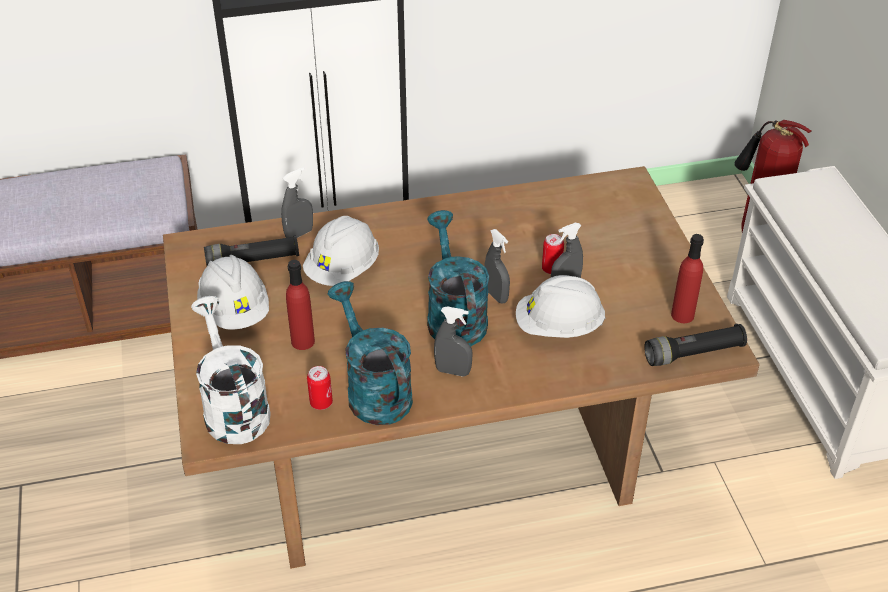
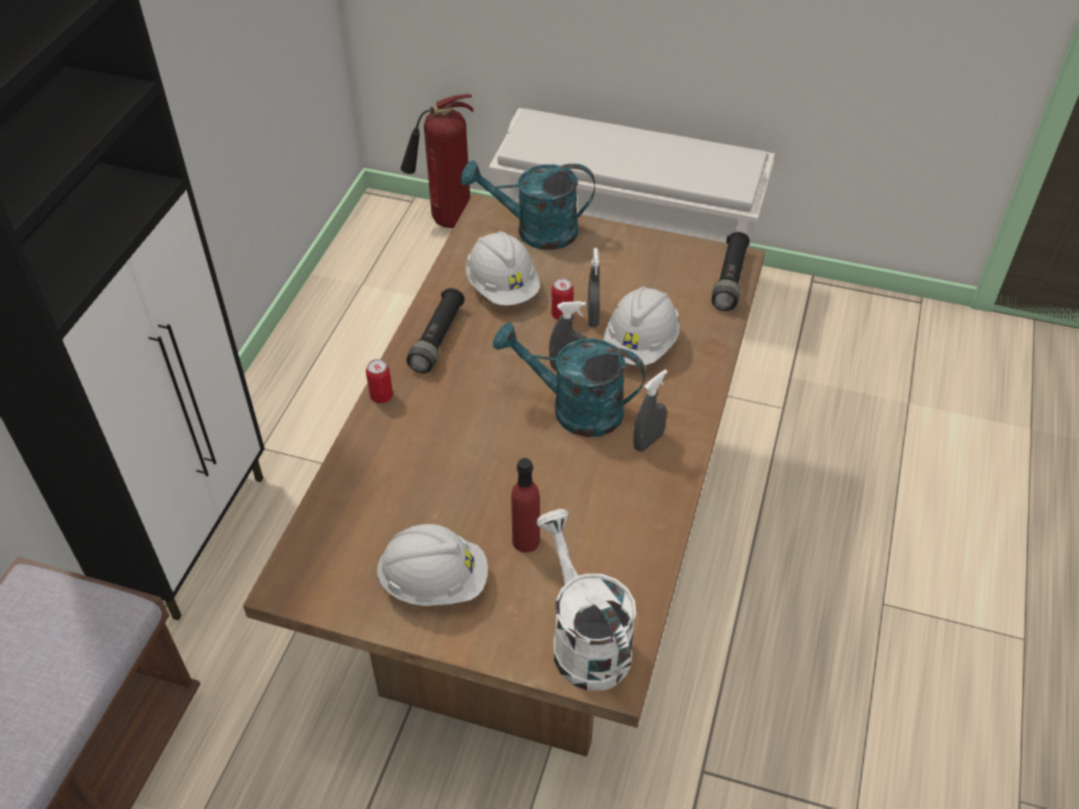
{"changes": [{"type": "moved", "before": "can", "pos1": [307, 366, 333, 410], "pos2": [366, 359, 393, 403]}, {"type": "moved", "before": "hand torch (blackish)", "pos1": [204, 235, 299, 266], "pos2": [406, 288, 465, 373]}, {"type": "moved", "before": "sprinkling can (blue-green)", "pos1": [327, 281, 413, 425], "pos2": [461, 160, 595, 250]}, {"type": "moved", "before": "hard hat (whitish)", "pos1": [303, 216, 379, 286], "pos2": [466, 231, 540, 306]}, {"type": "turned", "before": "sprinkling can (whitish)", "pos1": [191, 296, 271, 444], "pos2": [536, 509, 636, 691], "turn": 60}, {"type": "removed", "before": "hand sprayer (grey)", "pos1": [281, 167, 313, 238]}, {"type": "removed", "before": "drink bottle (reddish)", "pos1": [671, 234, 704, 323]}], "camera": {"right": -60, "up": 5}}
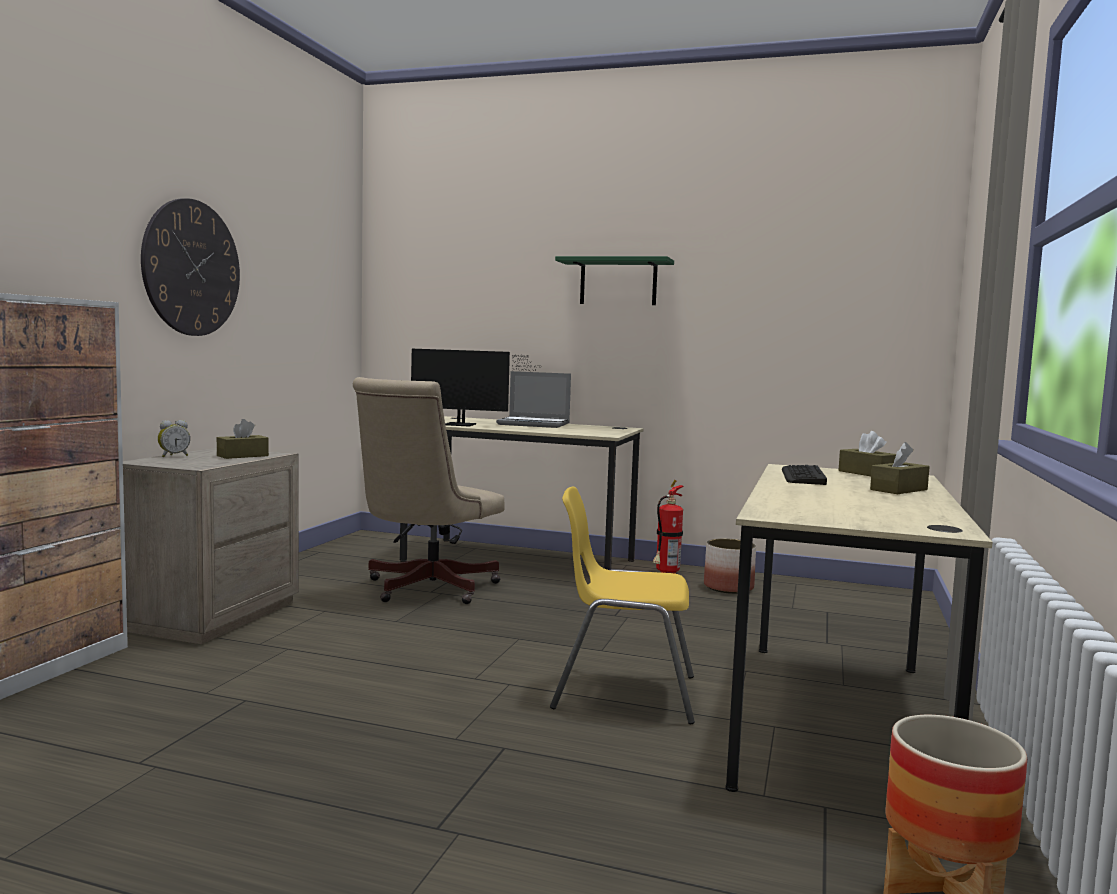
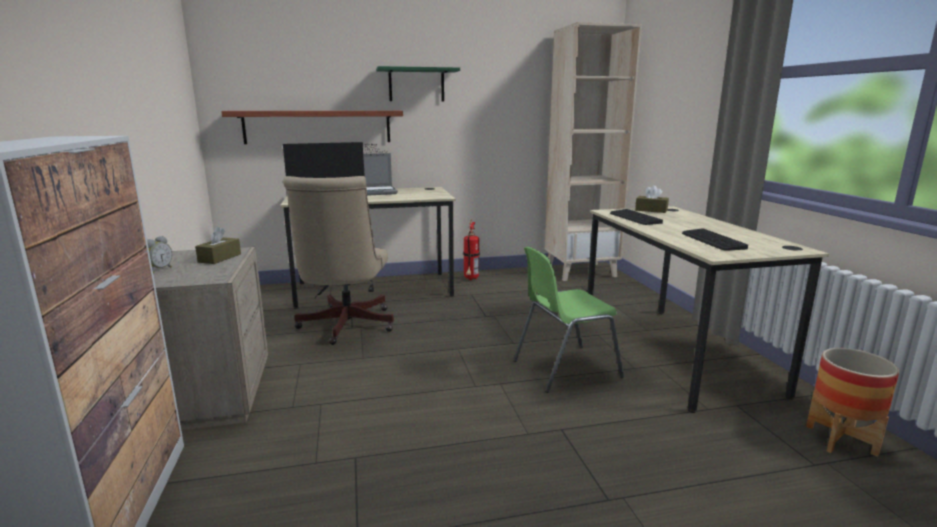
{"changes": [{"type": "added", "after": "shelf", "pos2": [221, 111, 403, 144]}, {"type": "recoloured", "before": "chair (yellowish)", "after": "chair (green-coloured)", "pos1": [550, 487, 695, 724], "pos2": [513, 247, 624, 393]}, {"type": "added", "after": "bookcase (beige)", "pos2": [545, 22, 642, 281]}, {"type": "added", "after": "PC keyboard", "pos2": [682, 228, 748, 251]}, {"type": "removed", "before": "hanging clock", "pos1": [141, 198, 240, 336]}, {"type": "removed", "before": "plant pot", "pos1": [704, 539, 756, 594]}, {"type": "removed", "before": "box of tissues (brownish)", "pos1": [870, 442, 930, 494]}], "camera": {"right": -30, "up": 10}}
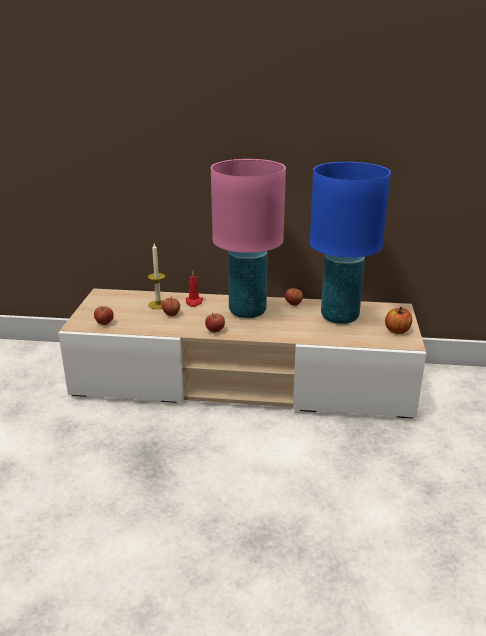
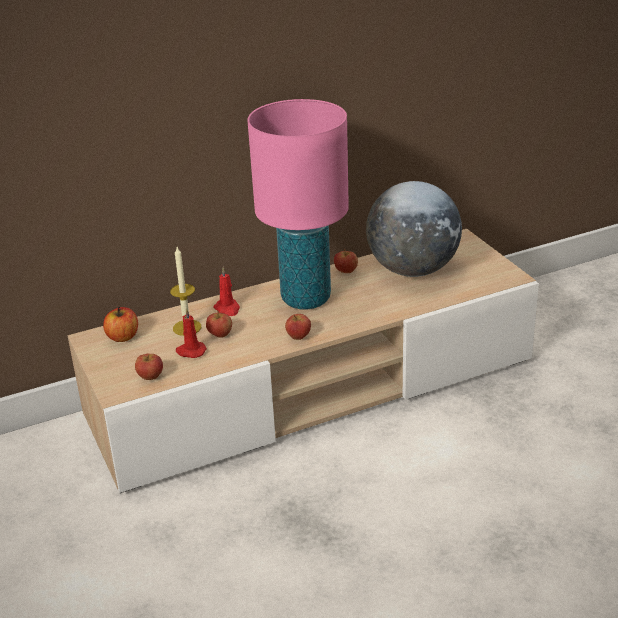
{"changes": [{"type": "moved", "before": "whole apple", "pos1": [385, 307, 412, 334], "pos2": [103, 307, 138, 342]}, {"type": "added", "after": "wax light (reddish)", "pos2": [176, 308, 207, 358]}, {"type": "replaced", "before": "tabletop lamp (bluish)", "after": "world globe", "pos1": [310, 162, 391, 324], "pos2": [366, 181, 462, 277]}], "camera": {"right": -30, "up": 5}}
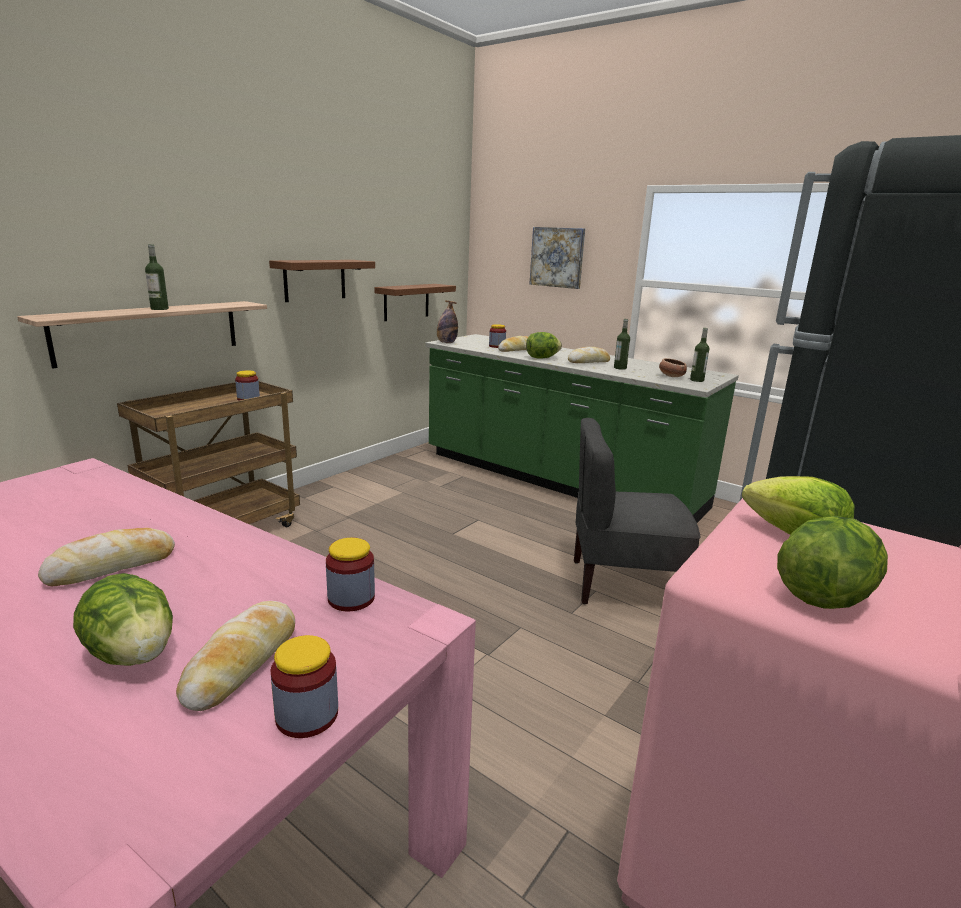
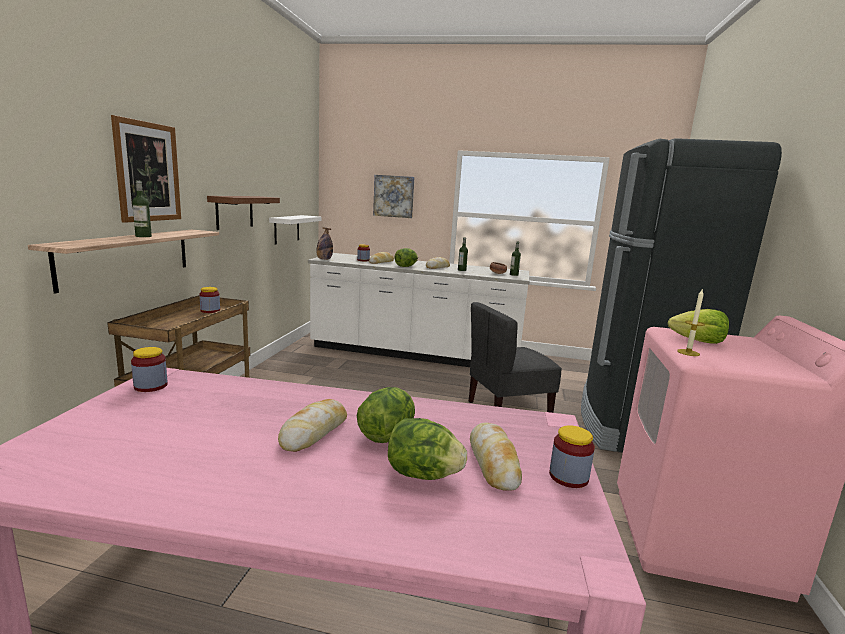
{"changes": [{"type": "added", "after": "wall art", "pos2": [111, 115, 181, 223]}, {"type": "moved", "before": "storage jar", "pos1": [326, 538, 375, 611], "pos2": [131, 347, 168, 392]}, {"type": "recoloured", "before": "shelf (brownish)", "after": "shelf (whitish)", "pos1": [374, 284, 456, 321], "pos2": [269, 215, 321, 245]}, {"type": "recoloured", "before": "kitchen counter (green-coloured)", "after": "kitchen counter (whitish)", "pos1": [425, 334, 739, 523], "pos2": [308, 253, 529, 367]}, {"type": "moved", "before": "lettuce head", "pos1": [777, 516, 888, 609], "pos2": [357, 387, 415, 443]}, {"type": "added", "after": "wax light", "pos2": [677, 290, 705, 356]}], "camera": {"right": -25, "up": -5}}
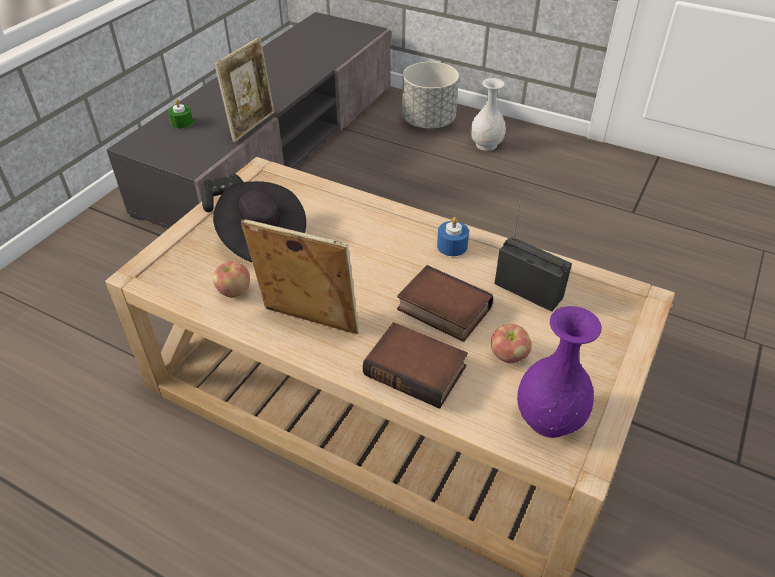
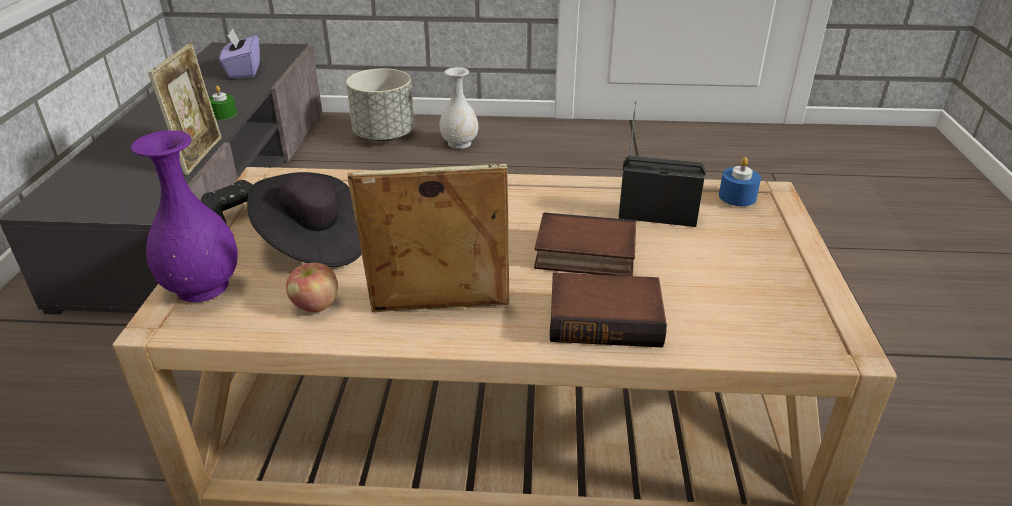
{"changes": [{"type": "moved", "before": "decorative vase (purple-coloured)", "pos1": [517, 306, 602, 438], "pos2": [131, 131, 238, 302]}, {"type": "moved", "before": "wax light (green-coloured)", "pos1": [168, 99, 193, 129], "pos2": [209, 85, 237, 120]}, {"type": "added", "after": "box of tissues (purple-coloured)", "pos2": [219, 28, 260, 78]}, {"type": "moved", "before": "wax light (bluish)", "pos1": [437, 217, 469, 256], "pos2": [719, 157, 761, 206]}, {"type": "removed", "before": "whole apple", "pos1": [491, 324, 532, 363]}], "camera": {"right": -25, "up": -10}}
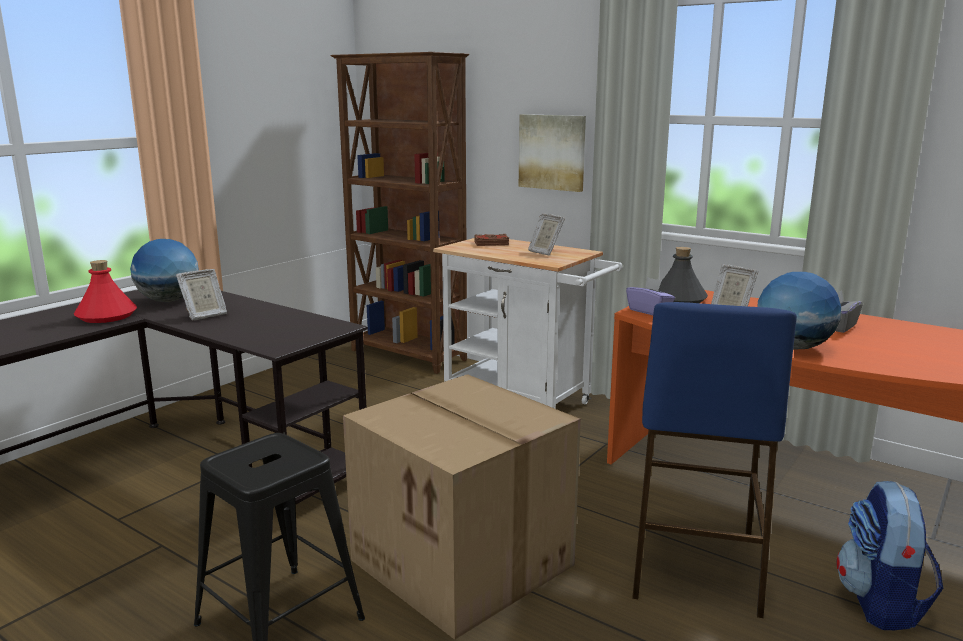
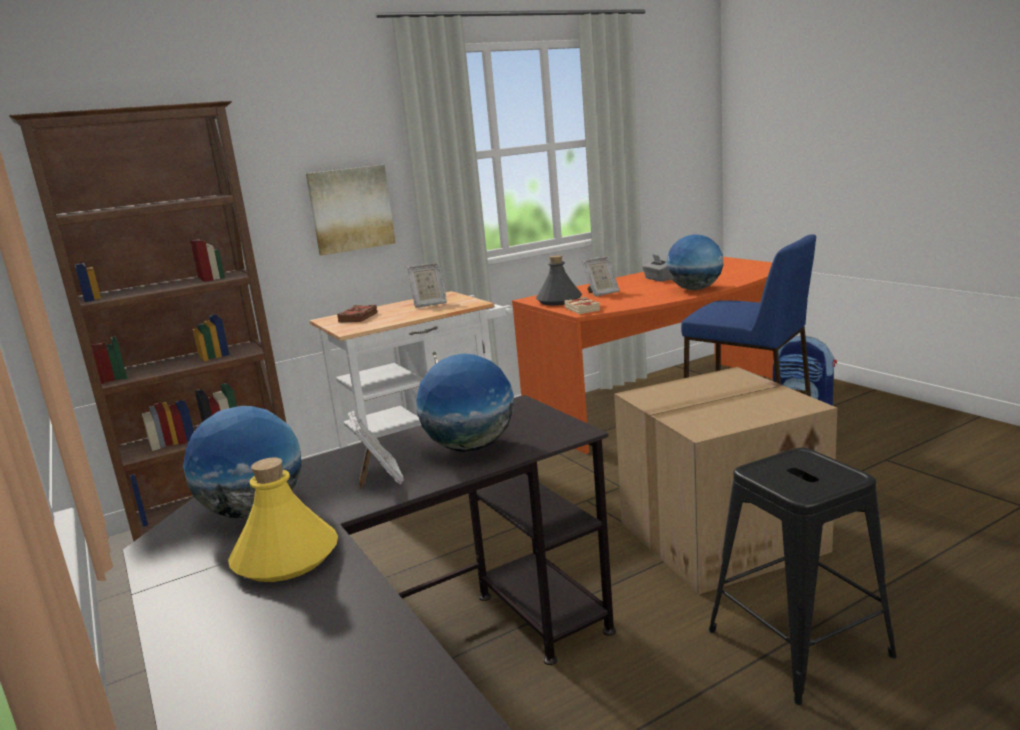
{"changes": [{"type": "recoloured", "before": "drink bottle (reddish)", "after": "drink bottle (yellowish)", "pos1": [74, 260, 137, 323], "pos2": [228, 458, 338, 582]}, {"type": "added", "after": "world globe", "pos2": [416, 353, 514, 452]}, {"type": "replaced", "before": "box of tissues (purple-coloured)", "after": "volume (beige)", "pos1": [626, 277, 675, 316], "pos2": [565, 297, 600, 314]}], "camera": {"right": -65, "up": 0}}
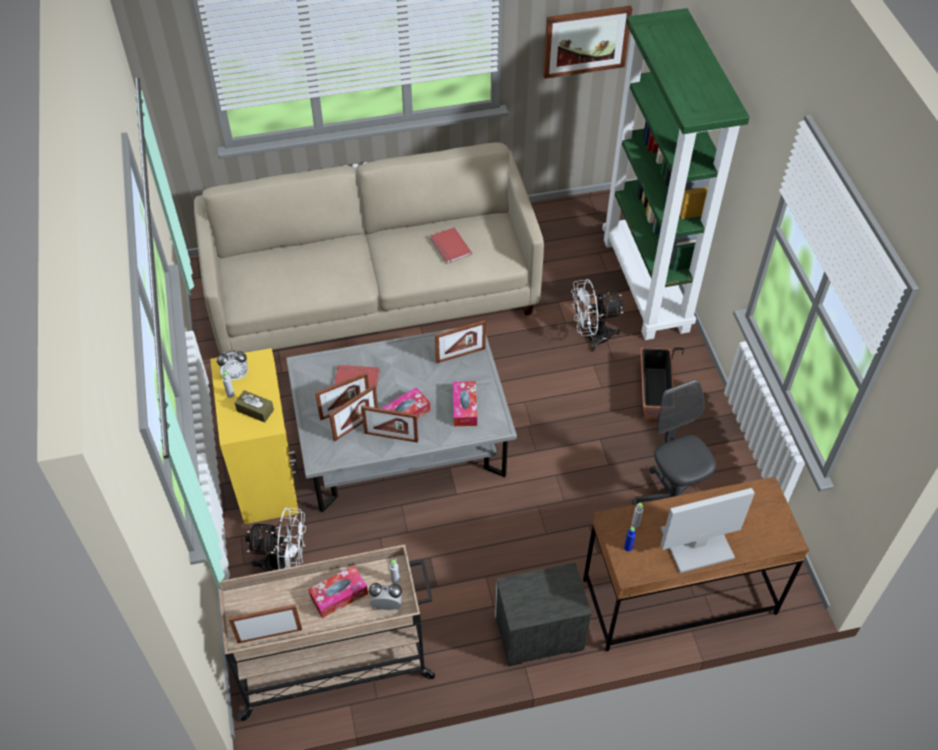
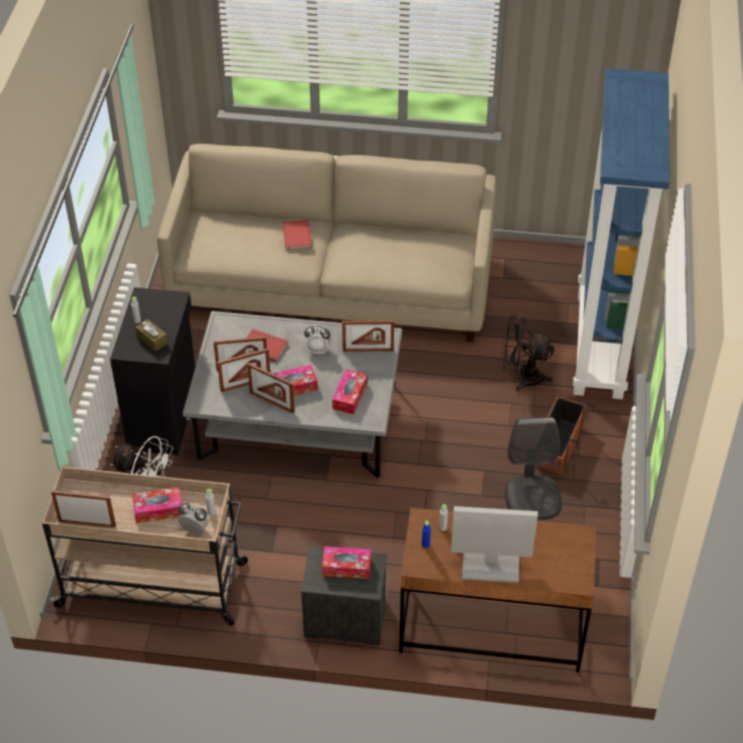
{"changes": [{"type": "recoloured", "before": "cupboard (yellowish)", "after": "cupboard (blackish)", "pos1": [210, 348, 299, 524], "pos2": [110, 287, 195, 455]}, {"type": "moved", "before": "volume (reddish)", "pos1": [430, 227, 472, 264], "pos2": [282, 220, 312, 250]}, {"type": "moved", "before": "bedside clock", "pos1": [217, 351, 248, 380], "pos2": [304, 326, 331, 354]}, {"type": "added", "after": "box of tissues", "pos2": [322, 546, 371, 579]}, {"type": "recoloured", "before": "cooling fan (whitish)", "after": "cooling fan (blackish)", "pos1": [571, 279, 624, 352], "pos2": [503, 315, 555, 392]}, {"type": "recoloured", "before": "bookcase (green-coloured)", "after": "bookcase (bluish)", "pos1": [602, 8, 750, 340], "pos2": [573, 68, 670, 399]}, {"type": "removed", "before": "wall art", "pos1": [543, 5, 633, 79]}], "camera": {"right": 20, "up": -5}}
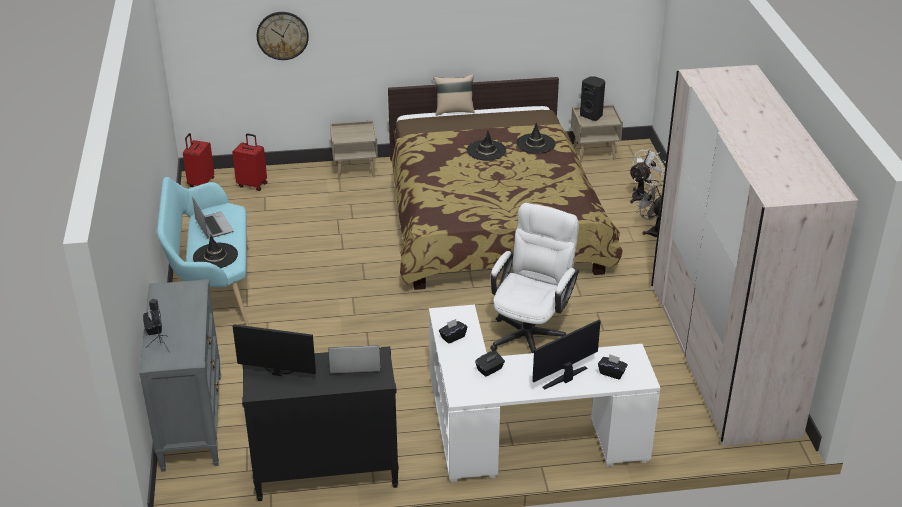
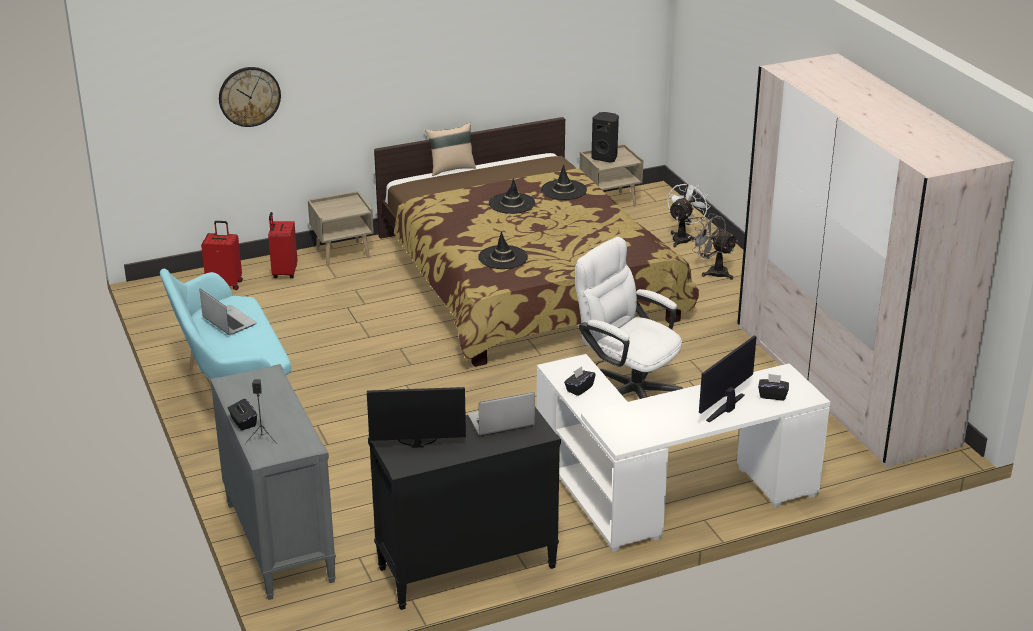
{"changes": [{"type": "moved", "before": "suitcase (reddish)", "pos1": [183, 133, 214, 187], "pos2": [268, 212, 298, 278]}, {"type": "moved", "before": "clothing hat (blackish)", "pos1": [193, 235, 238, 268], "pos2": [478, 231, 528, 269]}, {"type": "turned", "before": "desk chair (whitish)", "pos1": [490, 203, 579, 353], "pos2": [575, 237, 683, 399], "turn": -60}, {"type": "removed", "before": "box of tissues (blackish)", "pos1": [475, 350, 505, 377]}], "camera": {"right": -15, "up": -5}}
